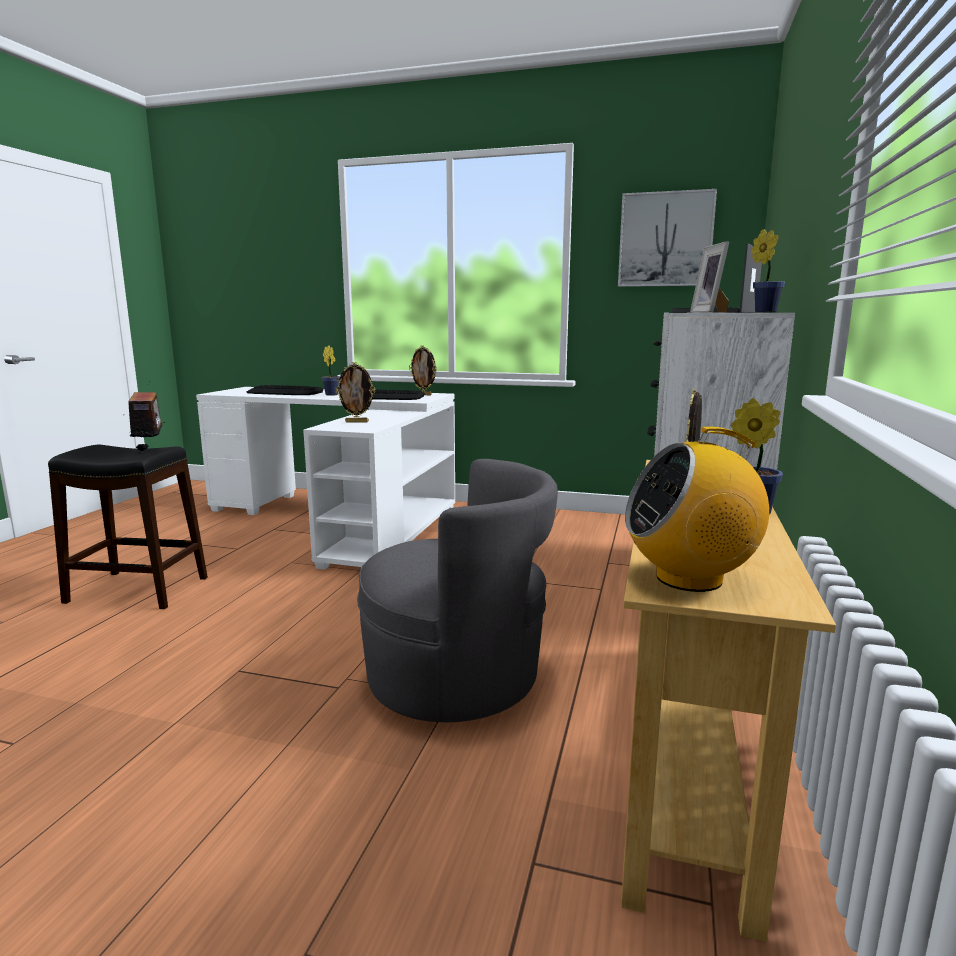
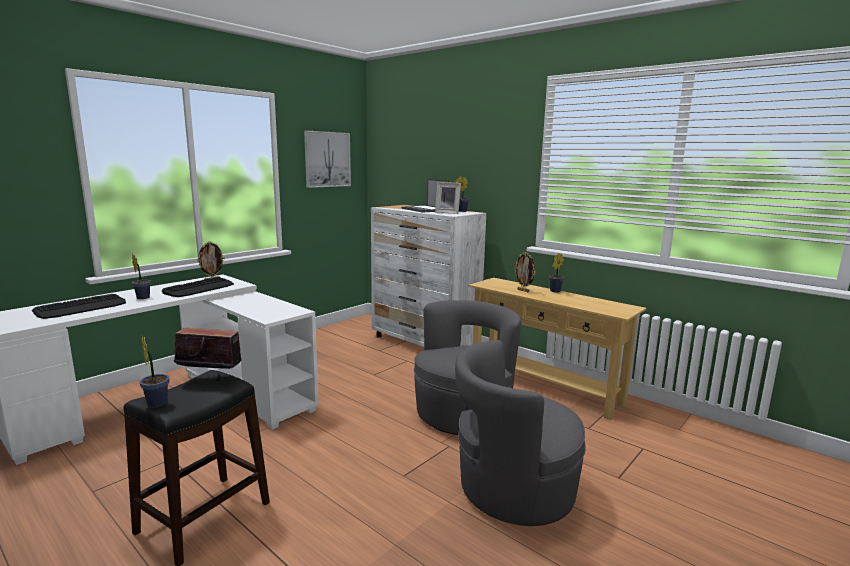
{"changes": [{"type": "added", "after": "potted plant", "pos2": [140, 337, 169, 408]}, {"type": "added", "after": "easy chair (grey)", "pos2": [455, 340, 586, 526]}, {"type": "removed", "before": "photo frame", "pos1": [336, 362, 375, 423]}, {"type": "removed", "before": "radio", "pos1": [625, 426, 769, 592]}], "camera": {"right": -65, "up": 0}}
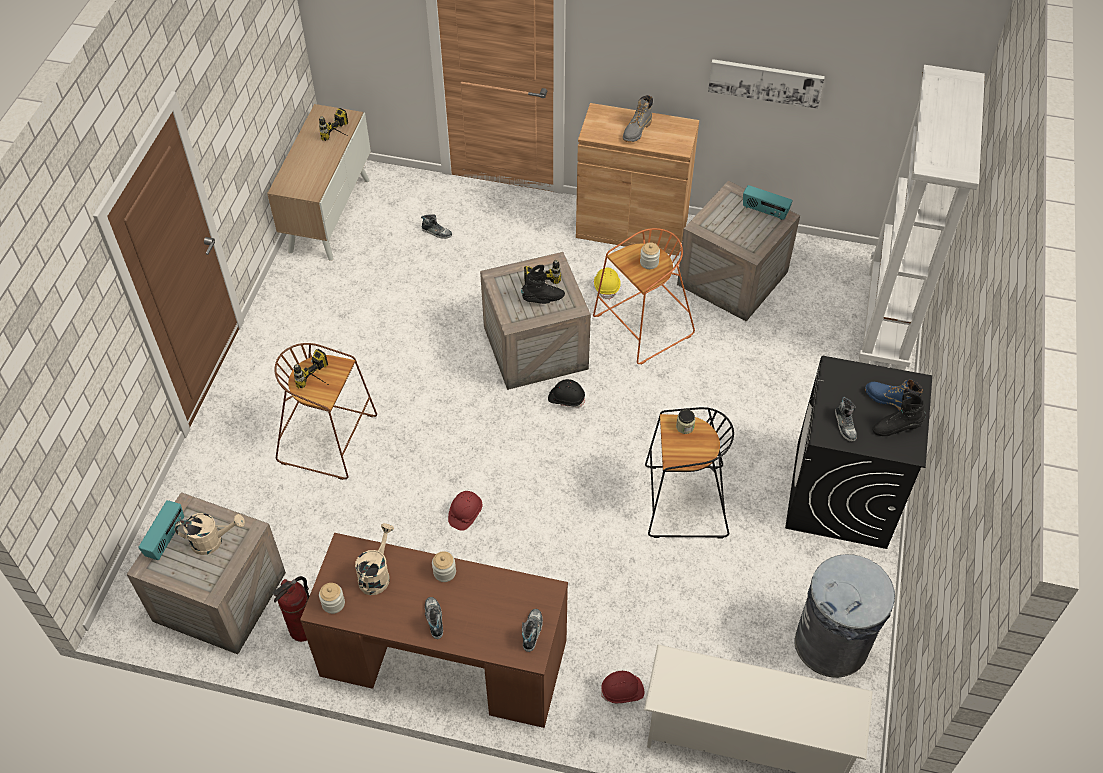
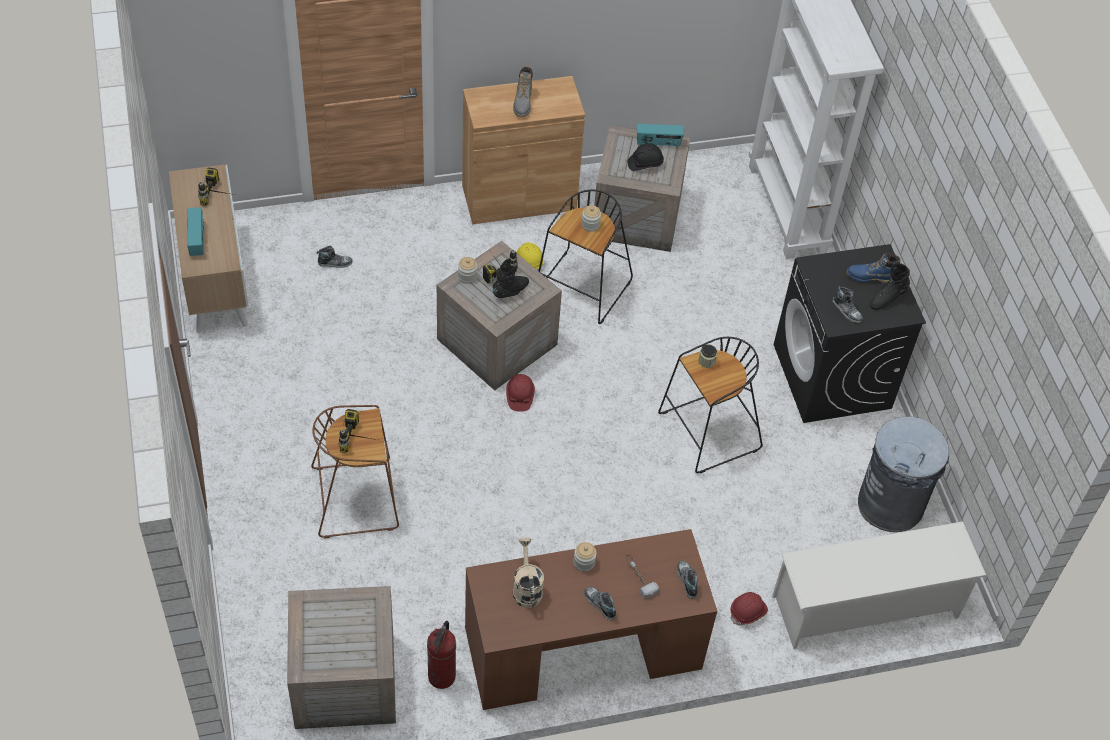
{"changes": [{"type": "moved", "before": "radio", "pos1": [138, 500, 184, 560], "pos2": [187, 207, 204, 256]}, {"type": "moved", "before": "storage jar", "pos1": [319, 583, 345, 614], "pos2": [458, 257, 477, 284]}, {"type": "moved", "before": "hard hat (reddish)", "pos1": [448, 491, 482, 531], "pos2": [506, 374, 535, 412]}, {"type": "recoloured", "before": "stool (orangey)", "after": "stool (blackish)", "pos1": [593, 228, 695, 364], "pos2": [539, 190, 633, 324]}, {"type": "added", "after": "hammer", "pos2": [626, 555, 659, 599]}, {"type": "moved", "before": "hard hat (blackish)", "pos1": [548, 379, 585, 407], "pos2": [628, 143, 664, 171]}, {"type": "removed", "before": "sprinkling can (beige)", "pos1": [175, 513, 245, 555]}, {"type": "removed", "before": "wall art", "pos1": [708, 59, 825, 109]}], "camera": {"right": -30, "up": 0}}
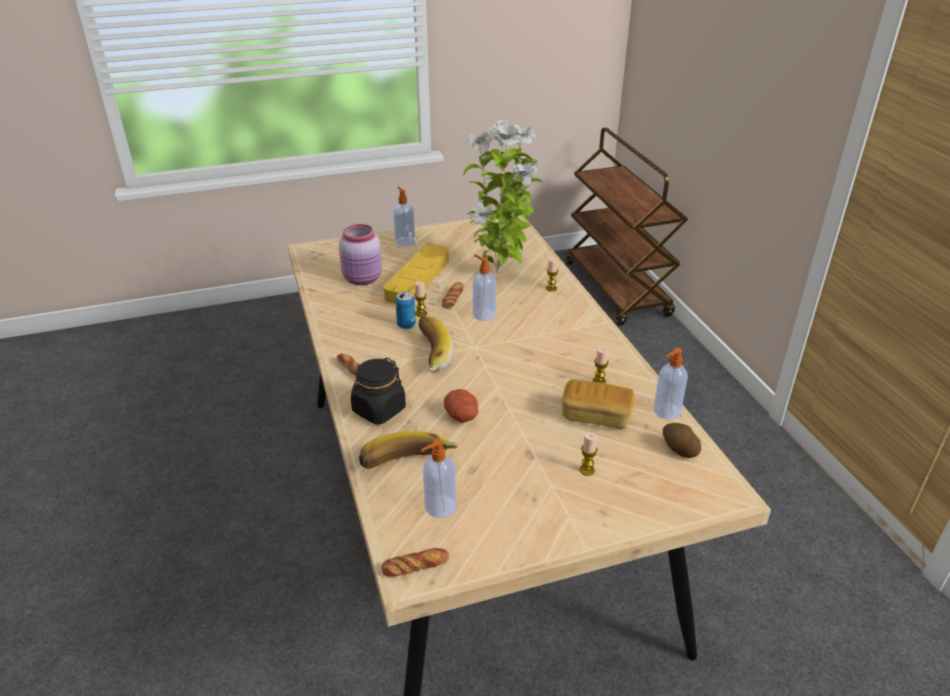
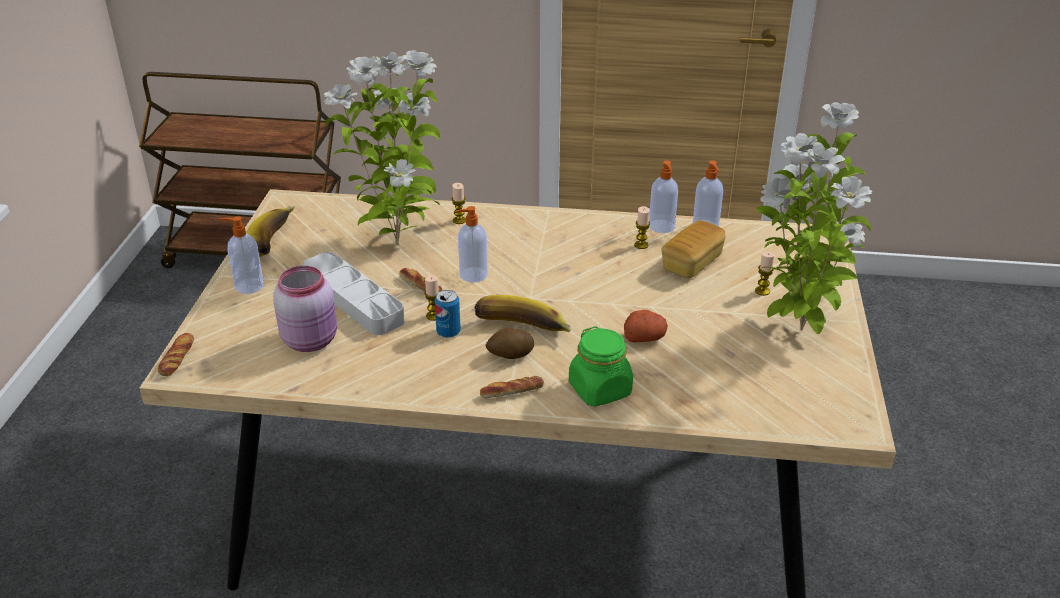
{"changes": [{"type": "moved", "before": "bread", "pos1": [381, 548, 449, 577], "pos2": [158, 333, 194, 376]}, {"type": "moved", "before": "banana fruit", "pos1": [359, 431, 458, 469], "pos2": [246, 206, 295, 257]}, {"type": "recoloured", "before": "serving tray (yellowish)", "after": "serving tray (grey)", "pos1": [383, 244, 449, 304], "pos2": [302, 252, 405, 335]}, {"type": "moved", "before": "spud", "pos1": [663, 423, 701, 458], "pos2": [485, 328, 534, 359]}, {"type": "recoloured", "before": "storage jar (blackish)", "after": "storage jar (green-coloured)", "pos1": [351, 358, 406, 424], "pos2": [569, 326, 633, 407]}, {"type": "moved", "before": "soap bottle", "pos1": [421, 439, 456, 518], "pos2": [649, 161, 678, 233]}, {"type": "added", "after": "potted plant", "pos2": [756, 102, 872, 334]}], "camera": {"right": -65, "up": 0}}
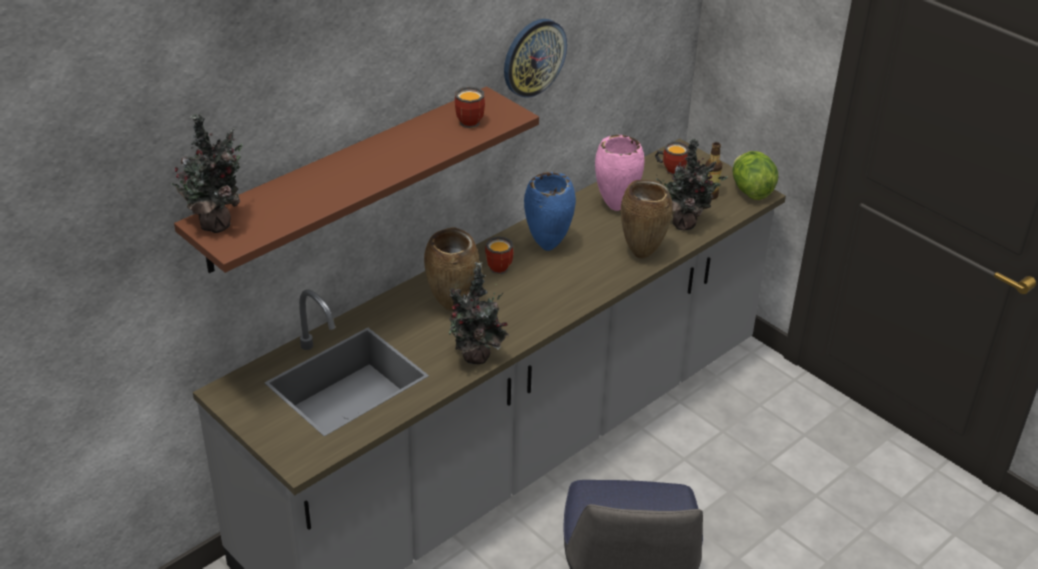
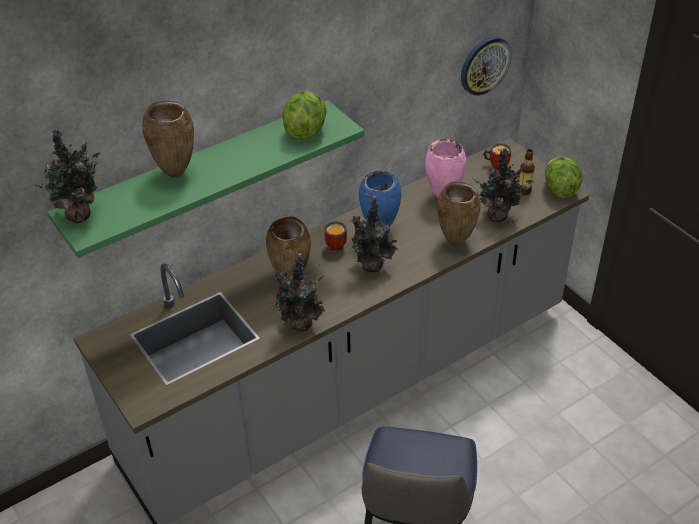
{"changes": [{"type": "recoloured", "before": "shelf (brownish)", "after": "shelf (green-coloured)", "pos1": [174, 86, 539, 273], "pos2": [47, 100, 364, 258]}, {"type": "added", "after": "decorative vase (brownish)", "pos2": [142, 101, 194, 178]}, {"type": "replaced", "before": "mug", "after": "lettuce head", "pos1": [455, 86, 485, 128], "pos2": [283, 91, 327, 140]}, {"type": "added", "after": "potted plant", "pos2": [351, 195, 398, 272]}, {"type": "moved", "before": "hanging clock", "pos1": [504, 19, 567, 98], "pos2": [461, 37, 512, 96]}], "camera": {"right": 10, "up": 5}}
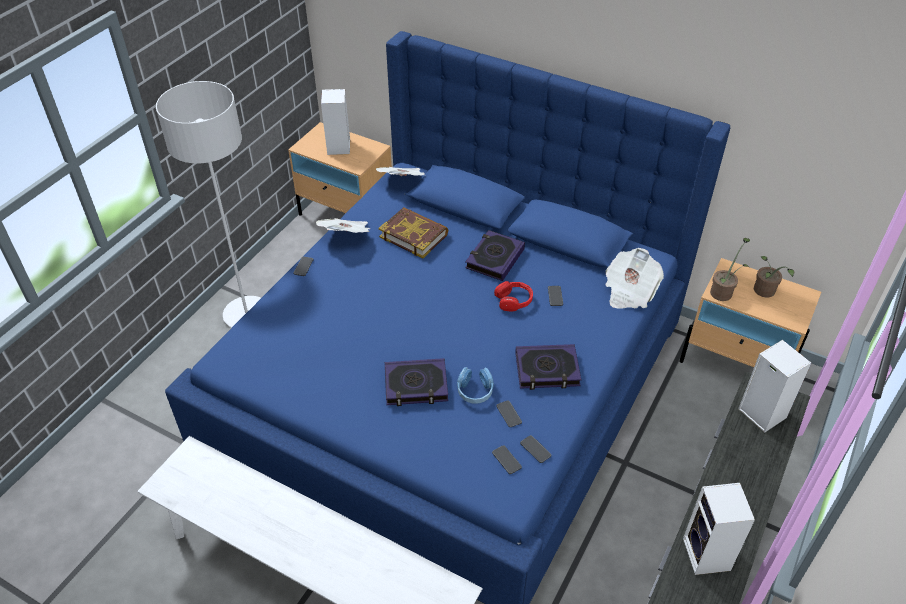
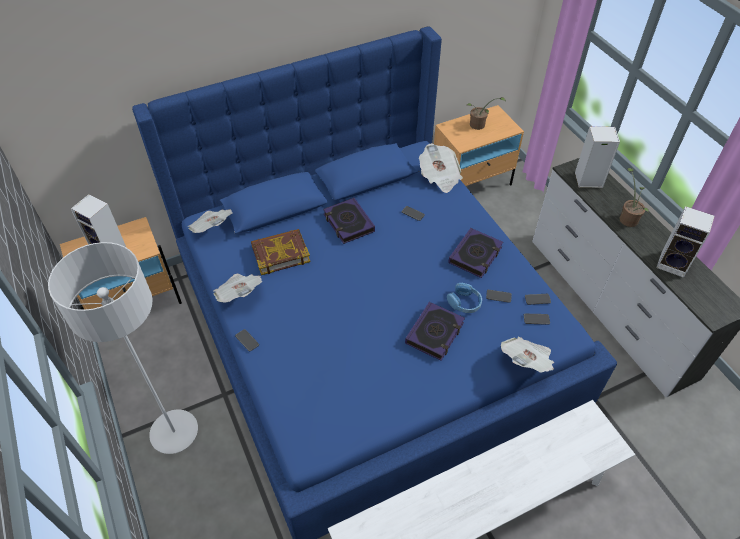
{"changes": [{"type": "added", "after": "daily paper", "pos2": [501, 337, 554, 373]}, {"type": "moved", "before": "potted plant", "pos1": [710, 238, 750, 301], "pos2": [620, 168, 649, 227]}, {"type": "removed", "before": "headset (reddish)", "pos1": [494, 281, 533, 312]}], "camera": {"right": -55, "up": 5}}
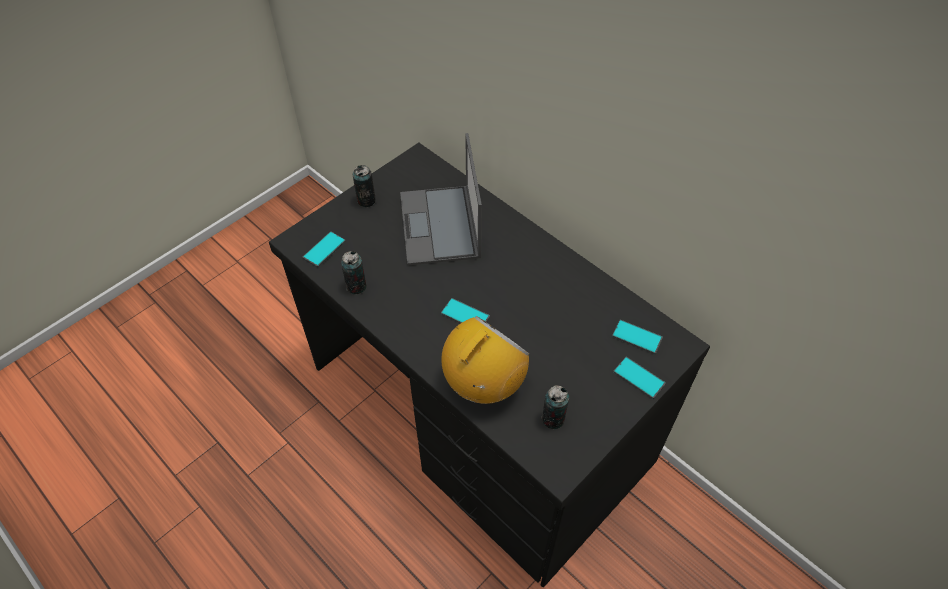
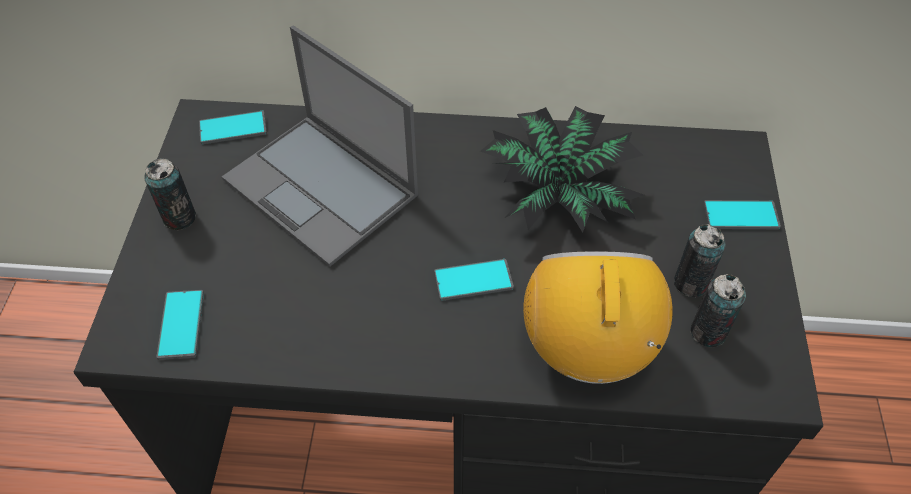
{"changes": [{"type": "moved", "before": "handset", "pos1": [612, 320, 663, 354], "pos2": [199, 111, 267, 144]}, {"type": "added", "after": "potted plant", "pos2": [480, 106, 644, 232]}, {"type": "moved", "before": "can", "pos1": [341, 251, 366, 294], "pos2": [674, 224, 726, 297]}], "camera": {"right": -40, "up": 0}}
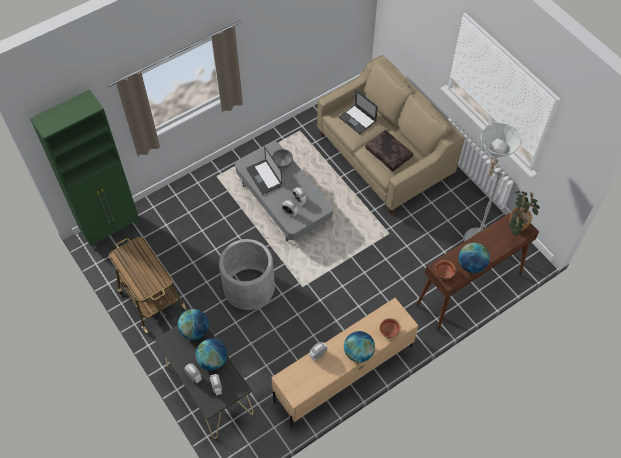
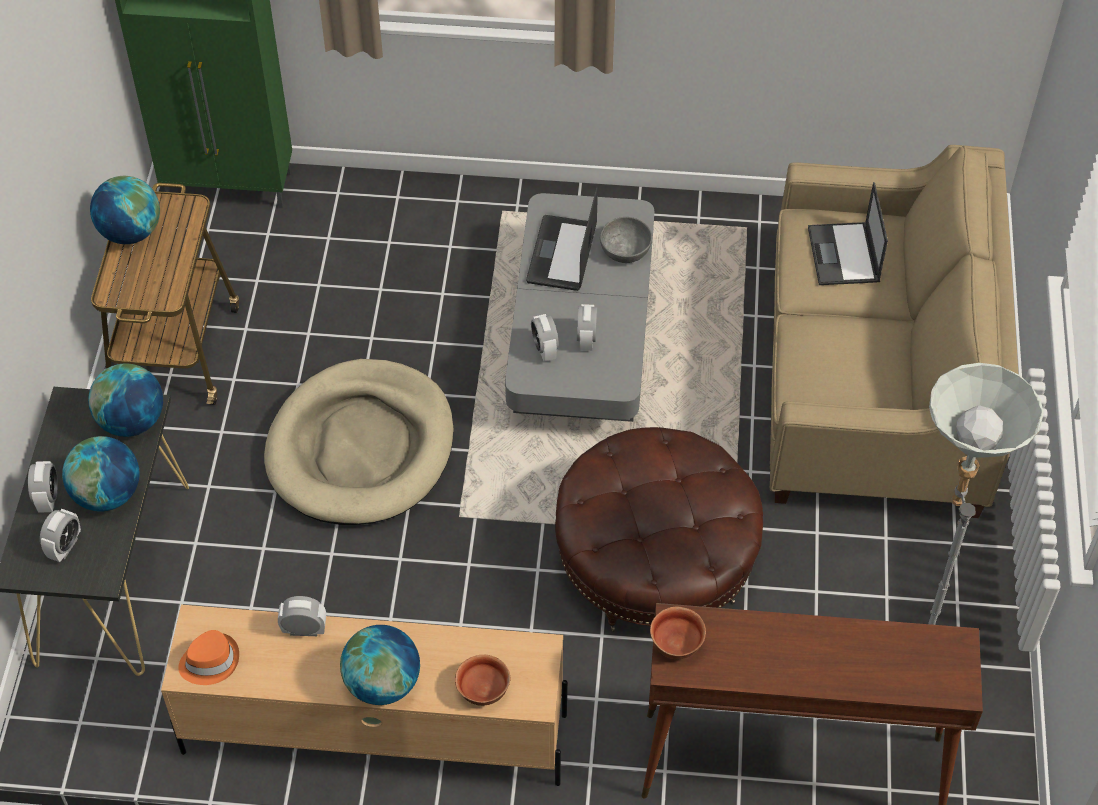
{"changes": [{"type": "moved", "before": "world globe", "pos1": [459, 243, 490, 273], "pos2": [90, 176, 160, 244]}, {"type": "added", "after": "clothing hat (orangey)", "pos2": [178, 630, 239, 685]}, {"type": "replaced", "before": "plant pot (grey)", "after": "dog bed (beige)", "pos1": [219, 239, 275, 310], "pos2": [264, 359, 453, 525]}, {"type": "added", "after": "ottoman (brownish)", "pos2": [555, 427, 763, 632]}, {"type": "removed", "before": "throw pillow (brownish)", "pos1": [365, 130, 413, 172]}, {"type": "removed", "before": "potted plant", "pos1": [509, 191, 540, 237]}], "camera": {"right": 40, "up": -5}}
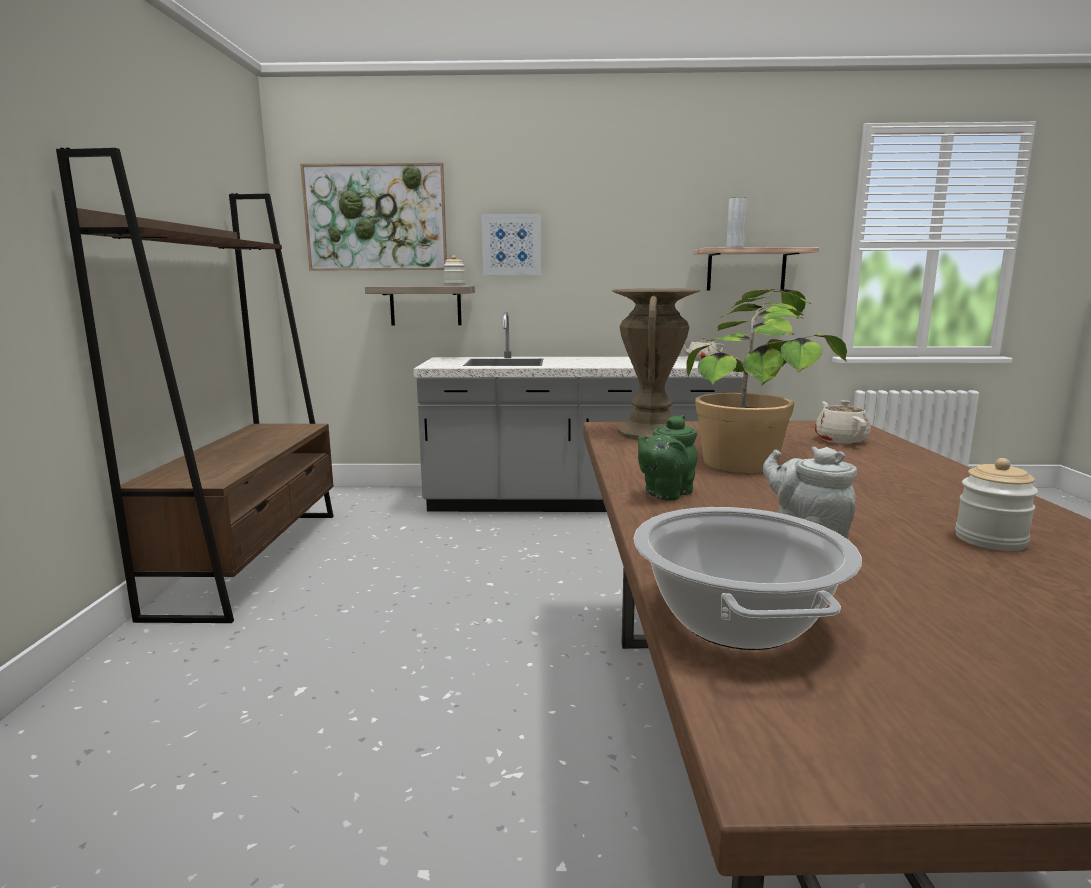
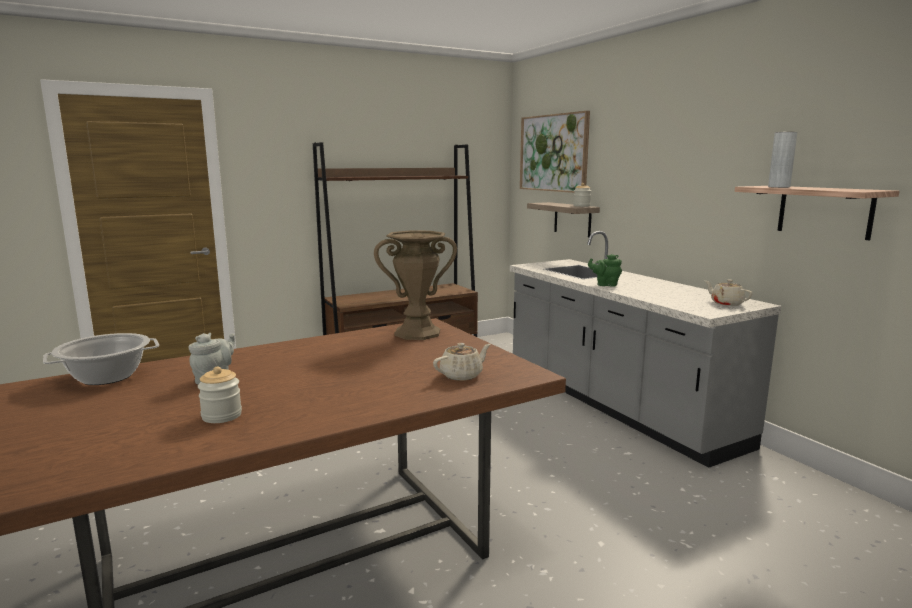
{"changes": [{"type": "moved", "before": "pot for tea (green-coloured)", "pos1": [638, 415, 698, 501], "pos2": [588, 254, 622, 287]}, {"type": "removed", "before": "wall art", "pos1": [481, 214, 541, 275]}, {"type": "removed", "before": "potted plant", "pos1": [686, 289, 847, 473]}], "camera": {"right": 60, "up": 0}}
